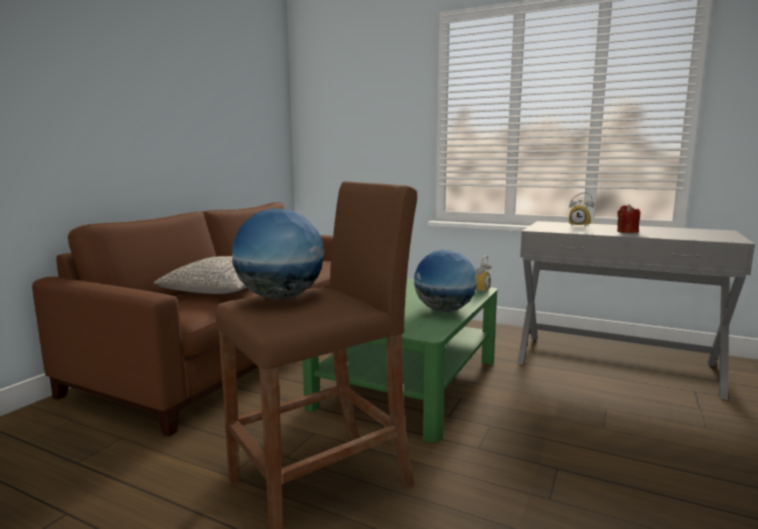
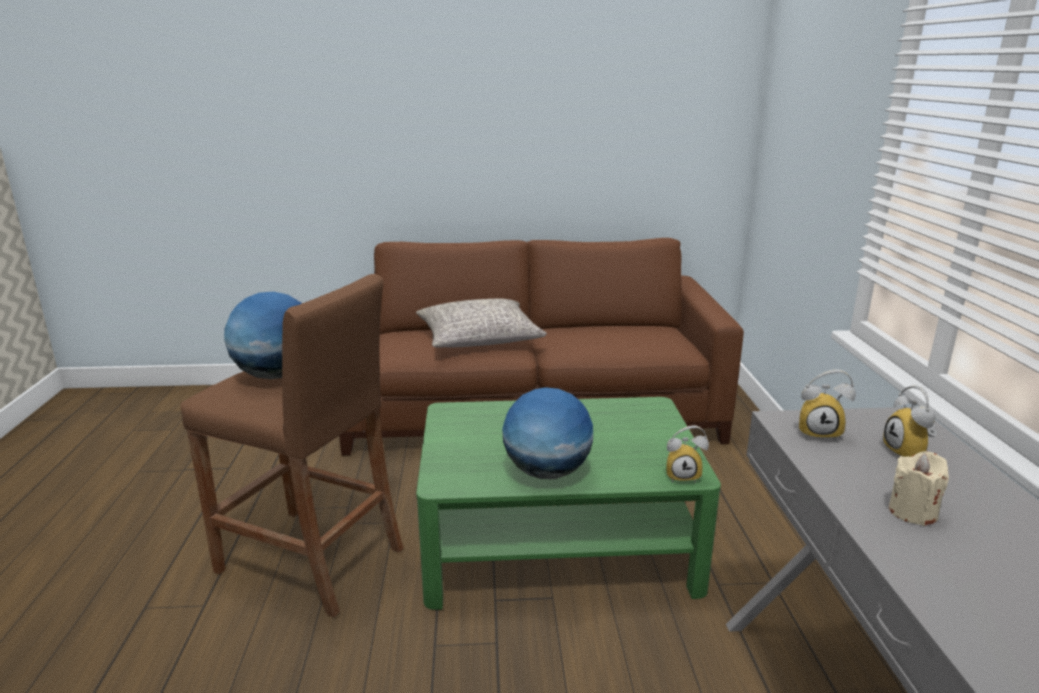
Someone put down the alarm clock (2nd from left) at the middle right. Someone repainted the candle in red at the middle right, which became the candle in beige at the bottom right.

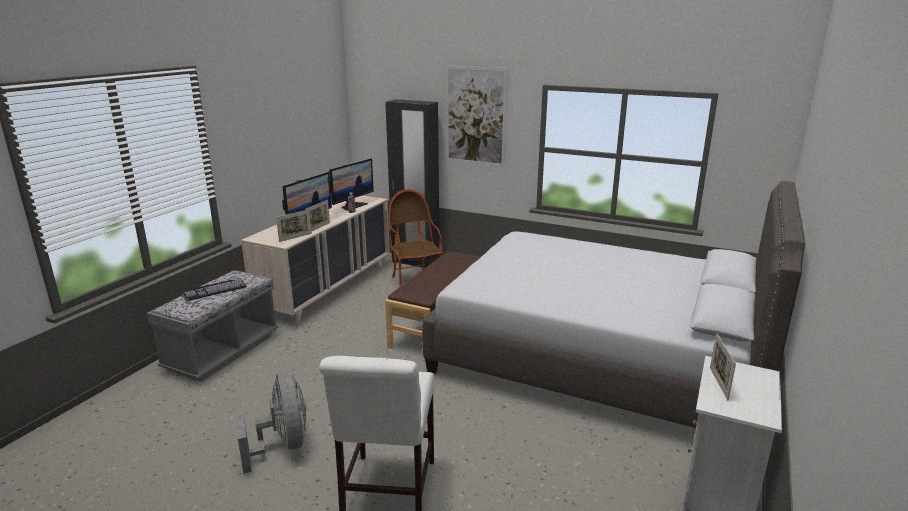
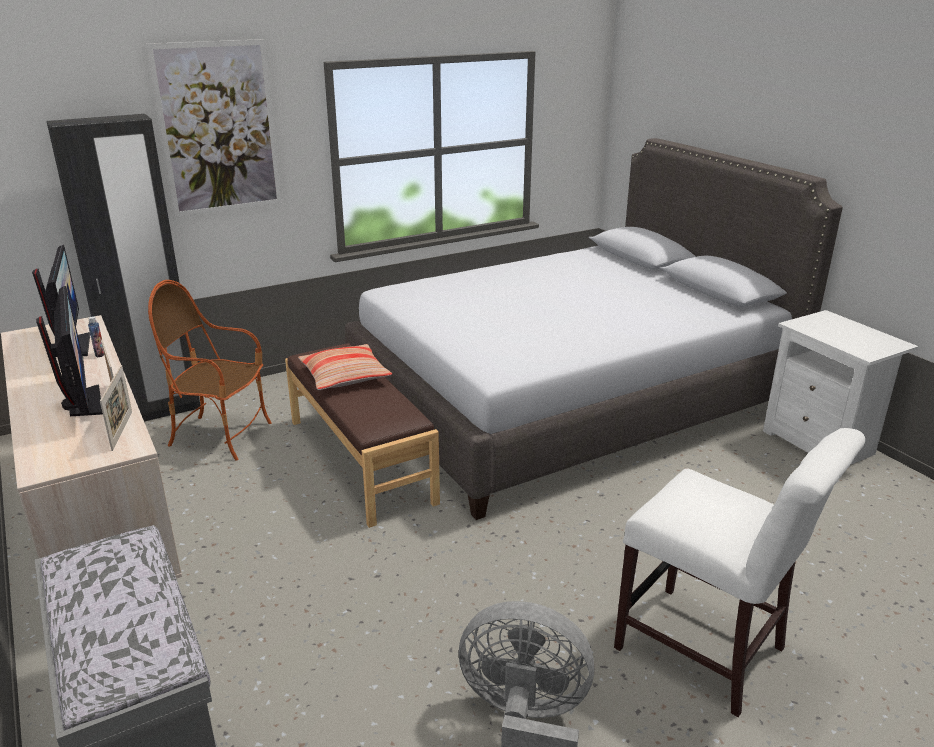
Someone took away the keyboard at the middle left. Someone took away the picture frame (3rd from left) at the bottom right. Someone put down the pillow at the centre.

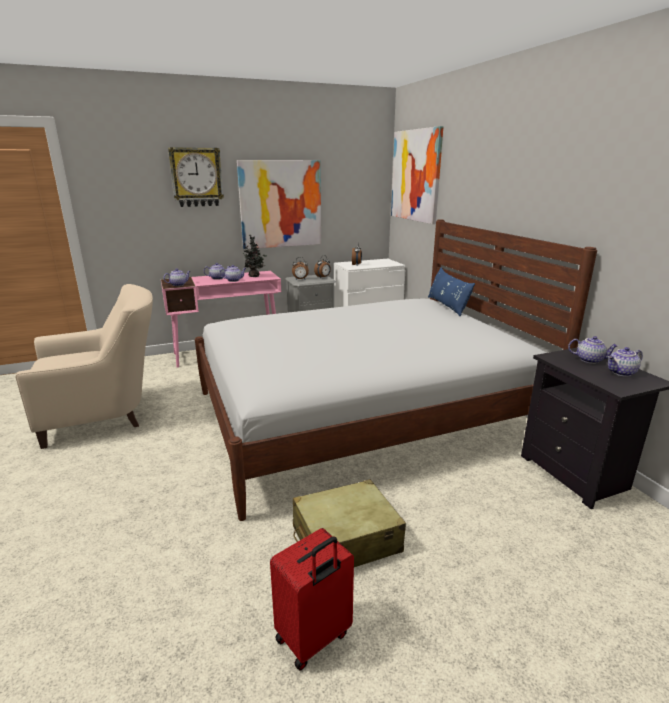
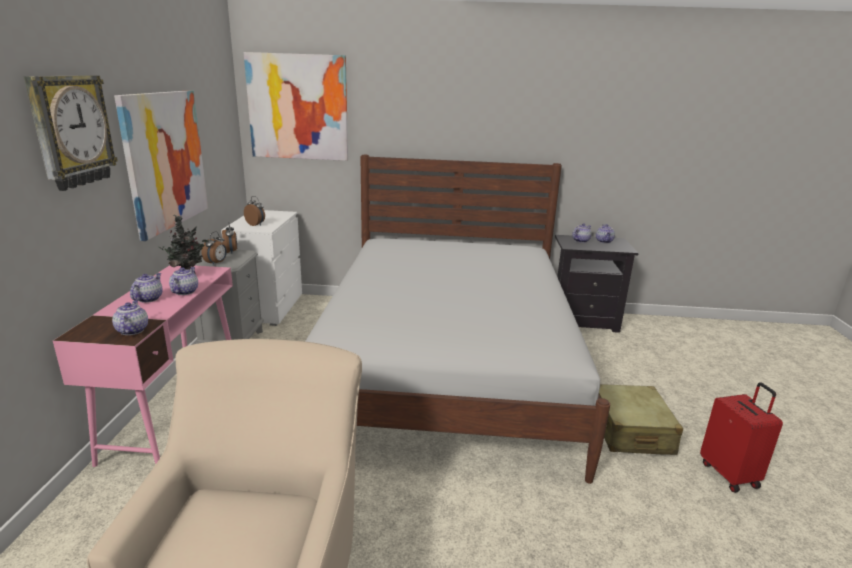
Someone took away the pillow in blue at the middle right.

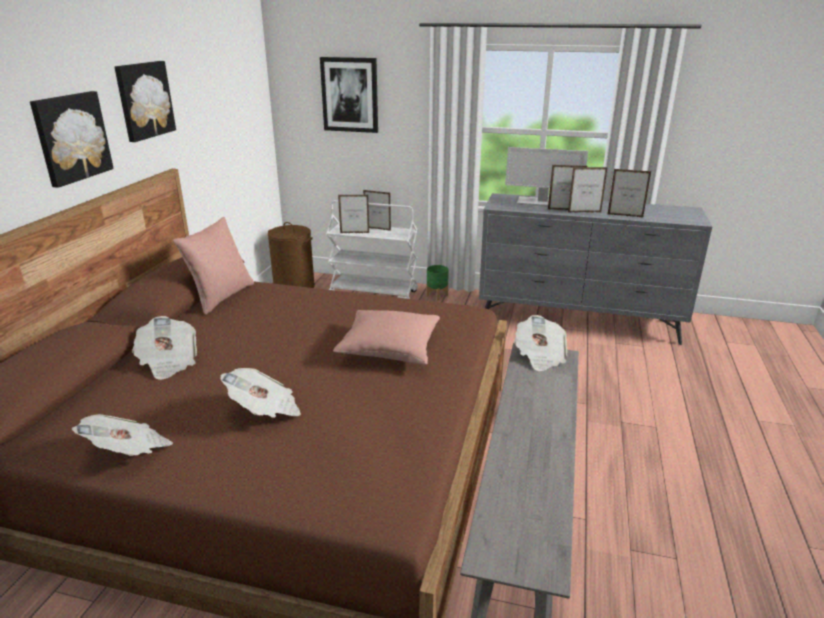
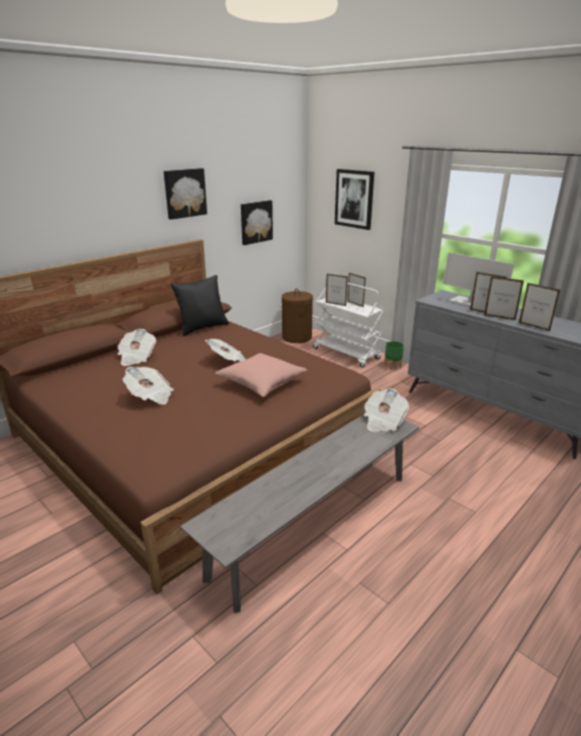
Someone carried the picture (1st from left in the first image) from the top left to the top centre. Someone carried the newspaper (1st from left in the first image) from the bottom left to the centre. Someone repainted the pillow in pink (1st from left) at the middle left, which became the pillow in black at the centre.

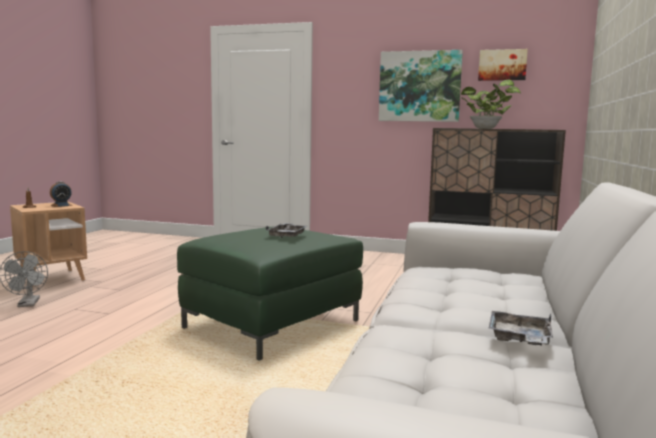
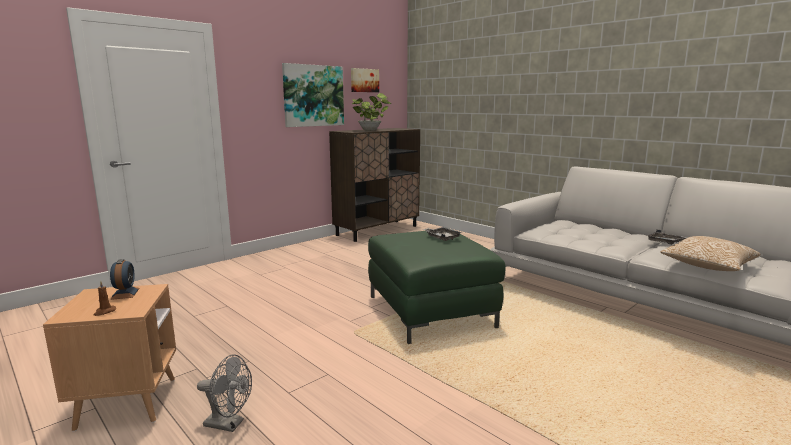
Someone put down the pillow at the middle right.

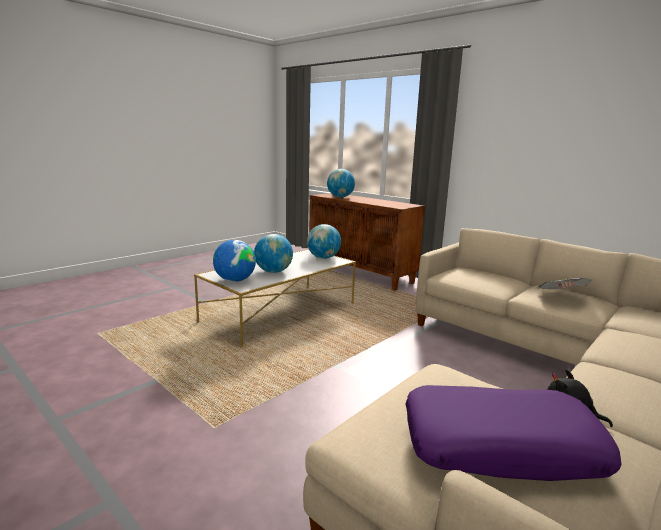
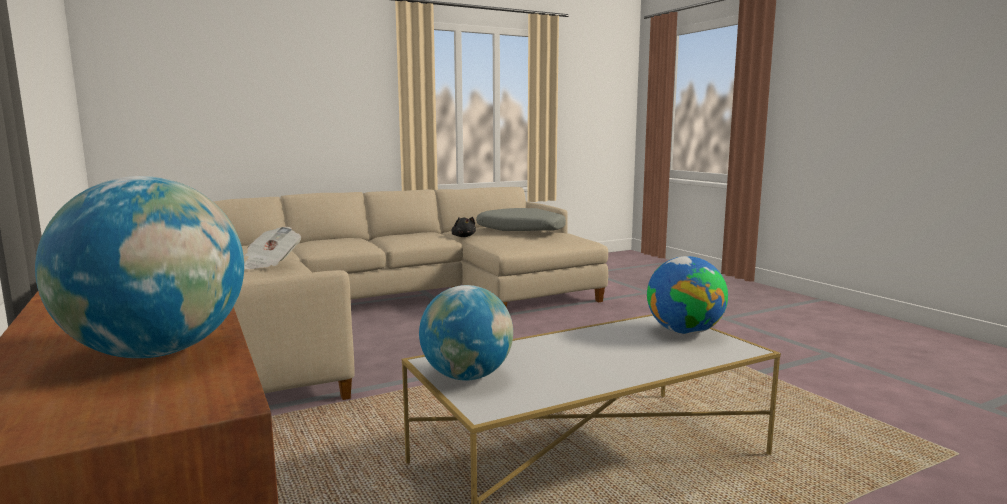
Someone took away the globe (2nd from left) at the centre. Someone repainted the pillow in purple at the bottom right, which became the pillow in grey at the centre.

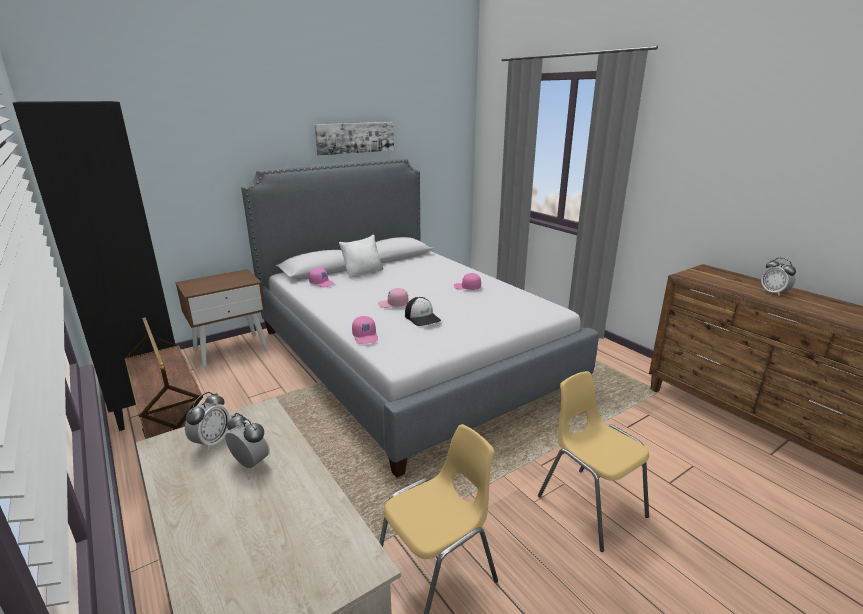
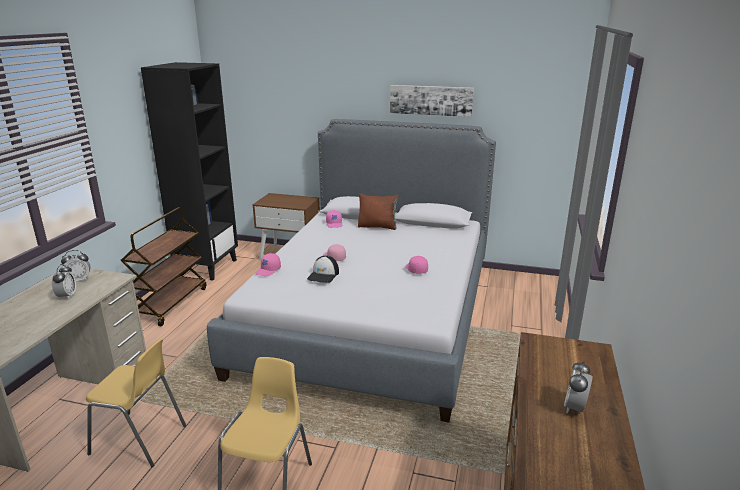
Someone repainted the pillow in white at the centre, which became the pillow in brown at the centre.

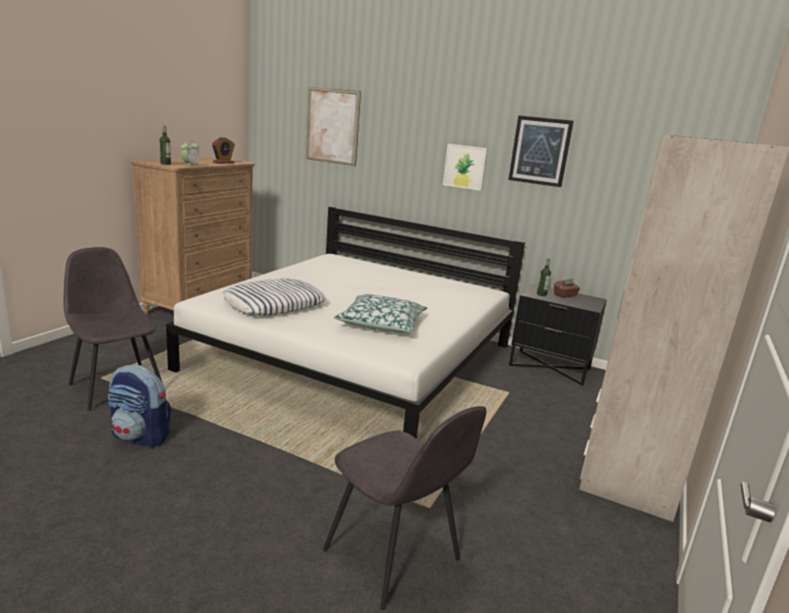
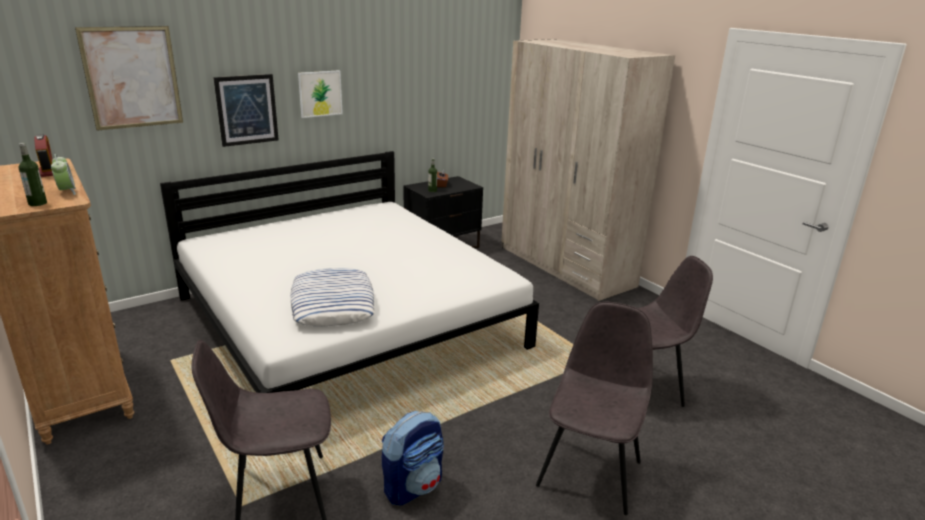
Someone took away the pillow (2nd from left) at the centre. Someone put down the chair in grey (2nd from left) at the bottom centre. Someone carried the picture (3rd from left in the first image) from the top right to the top left.

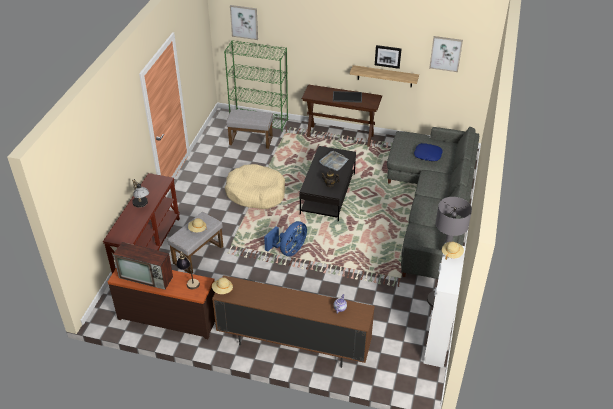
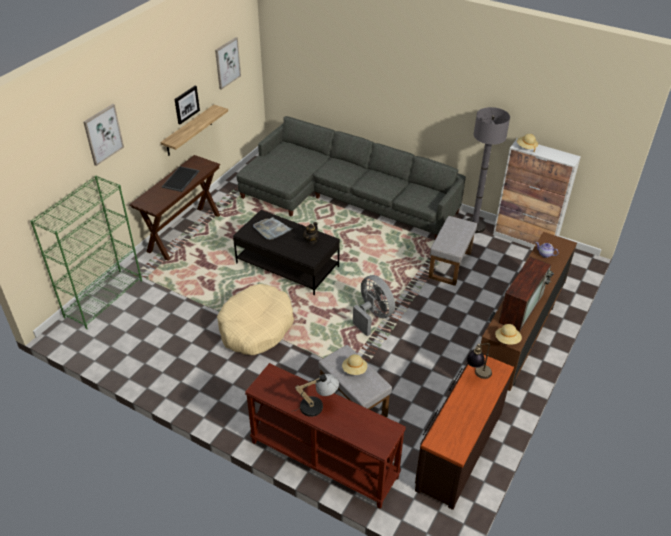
Someone took away the pillow in blue at the middle right. Someone carried the television from the middle left to the middle right. Someone carried the ottoman in grey (2nd from left) from the top centre to the middle right. Someone carried the picture (1st from left) from the top centre to the top left. Someone repainted the fan in blue at the centre, which became the fan in grey at the centre.

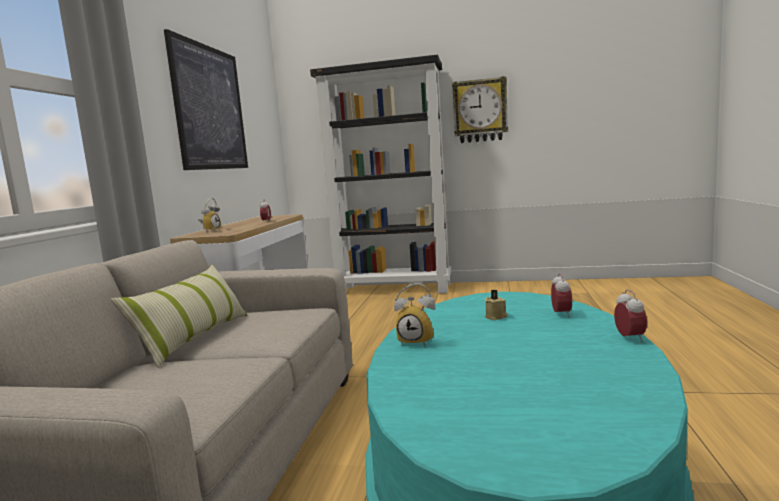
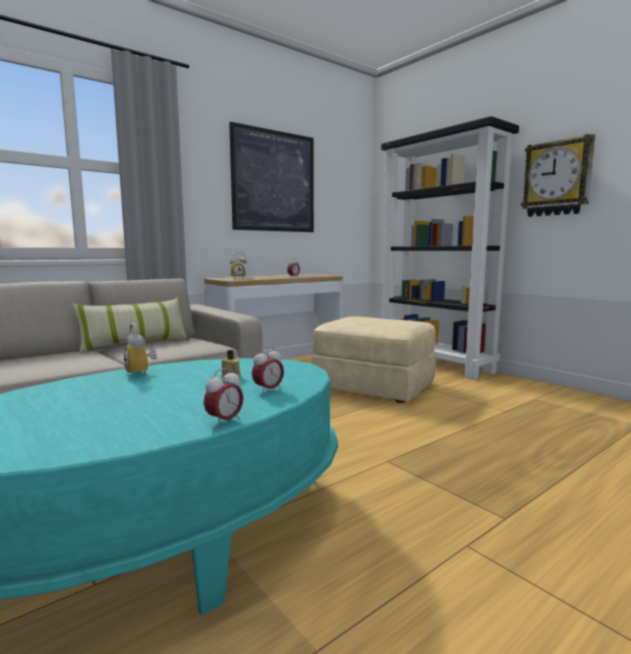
Someone put down the ottoman in beige at the centre.

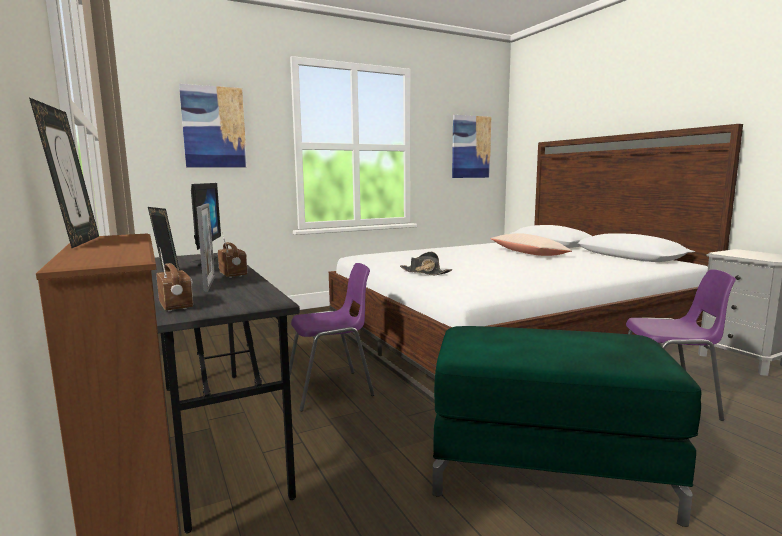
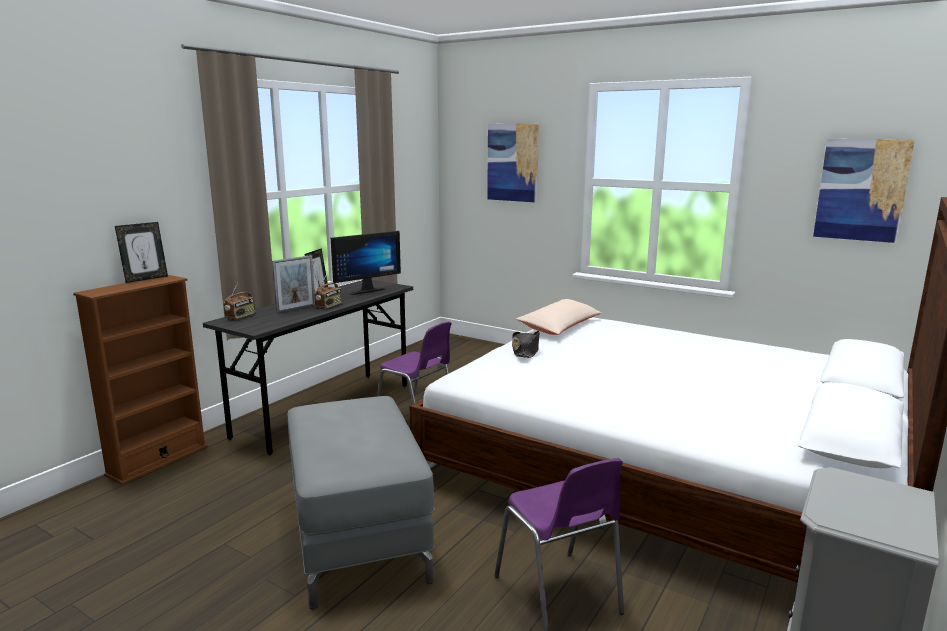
Someone carried the pillow in beige from the middle right to the centre. Someone repainted the ottoman in green at the bottom right, which became the ottoman in grey at the bottom centre.

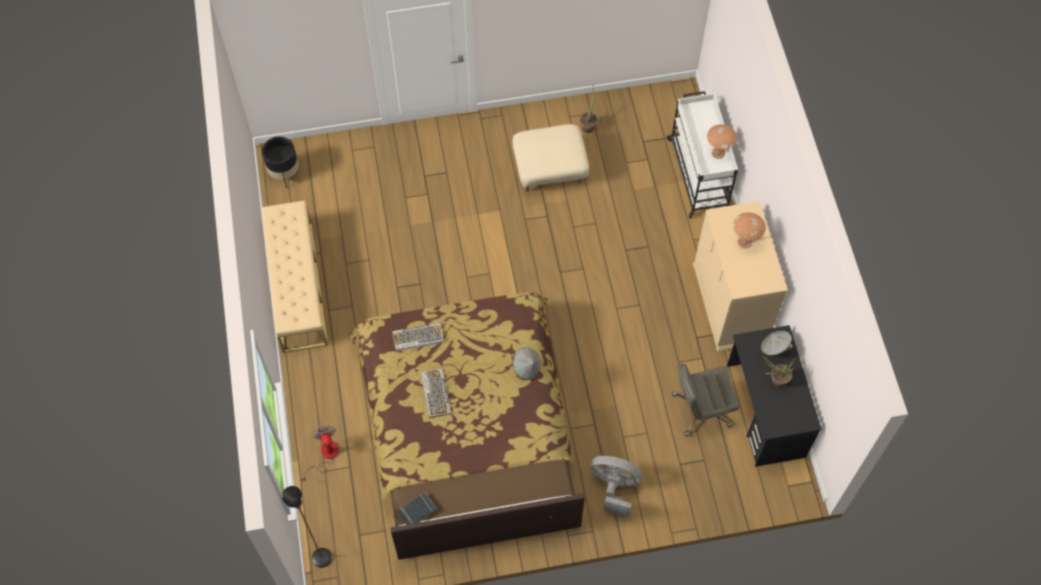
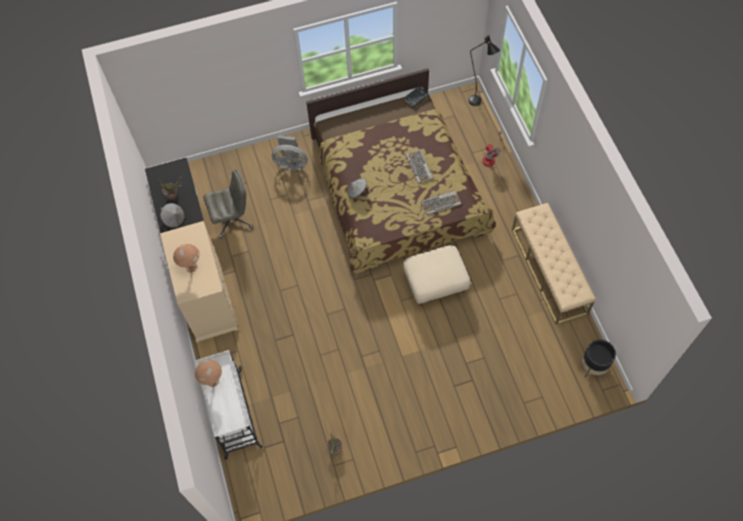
Someone carried the ottoman in beige from the top centre to the centre.

